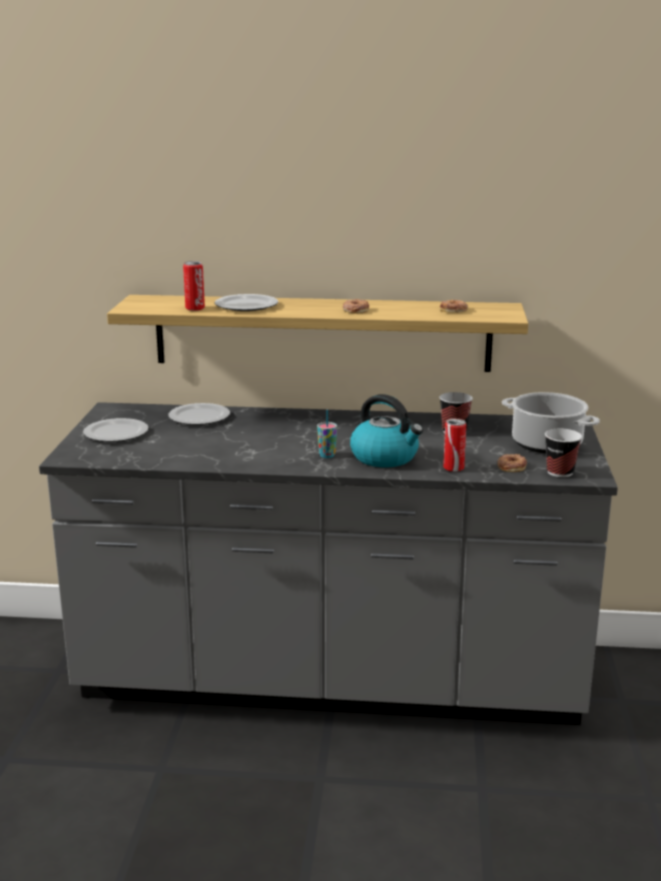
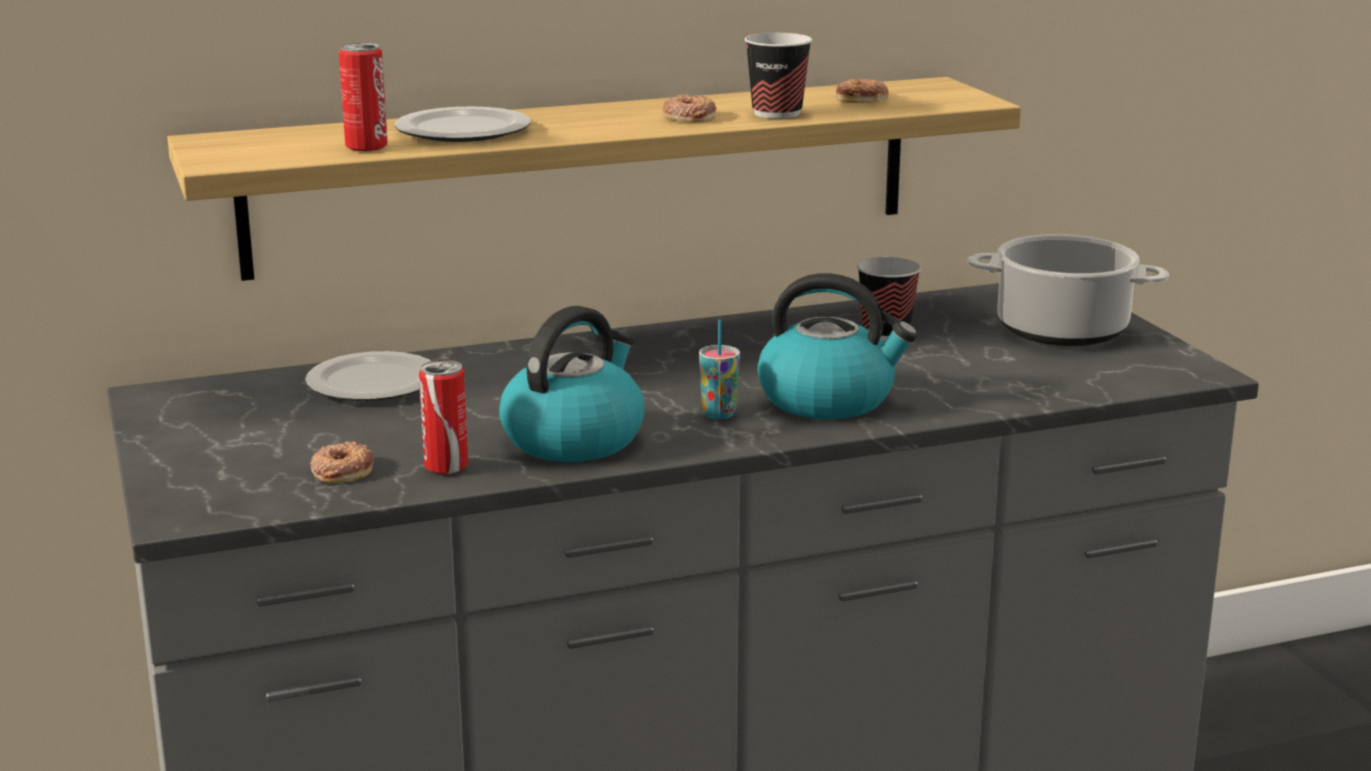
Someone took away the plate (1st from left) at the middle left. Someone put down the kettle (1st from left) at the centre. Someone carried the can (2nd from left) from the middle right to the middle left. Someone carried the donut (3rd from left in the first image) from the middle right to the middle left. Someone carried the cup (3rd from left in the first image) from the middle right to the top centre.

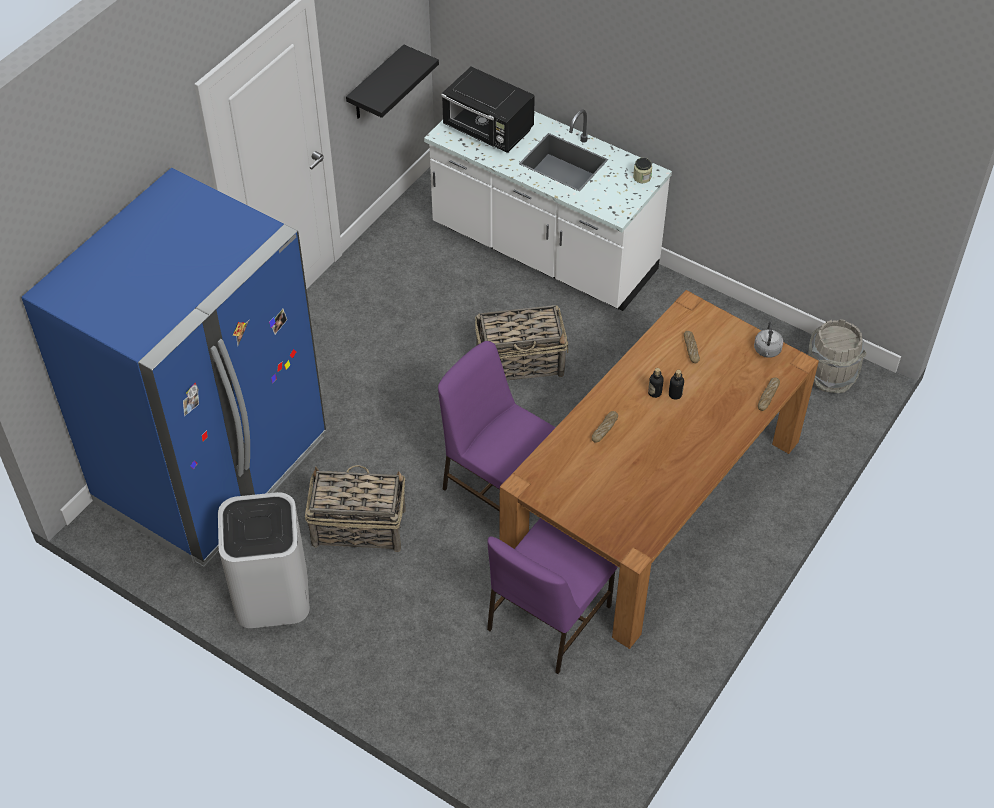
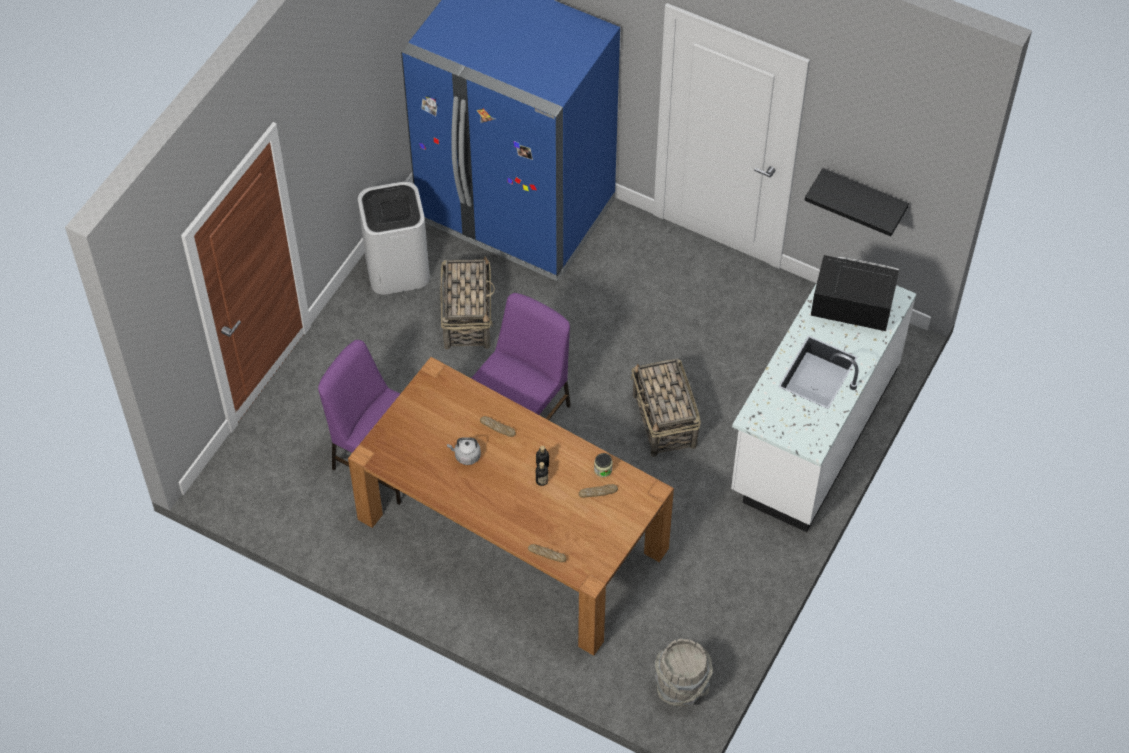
Someone carried the jar from the top centre to the centre. Someone carried the kettle in grey from the middle right to the centre. Someone rotated the microwave in black at the top centre by 75 degrees clockwise.

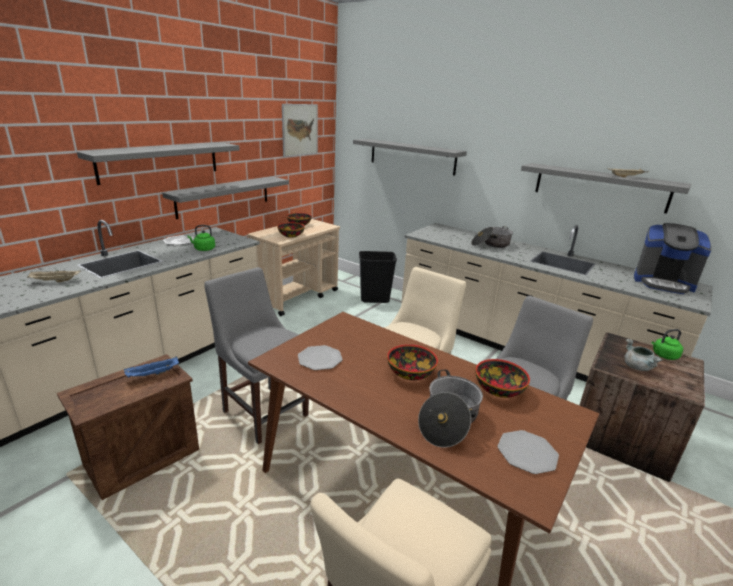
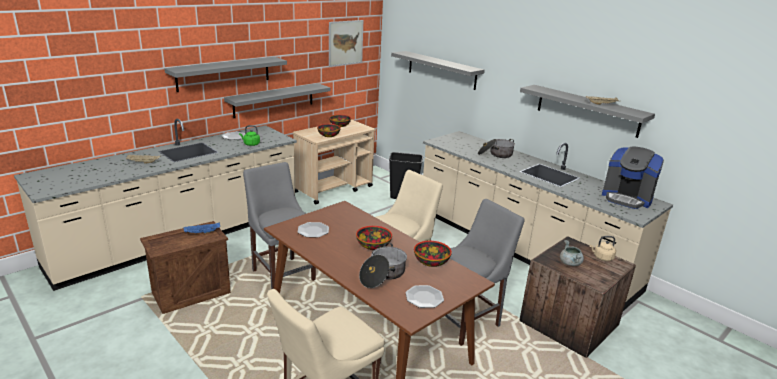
Someone repainted the kettle in green (2nd from left) at the middle right, which became the kettle in beige at the middle right.

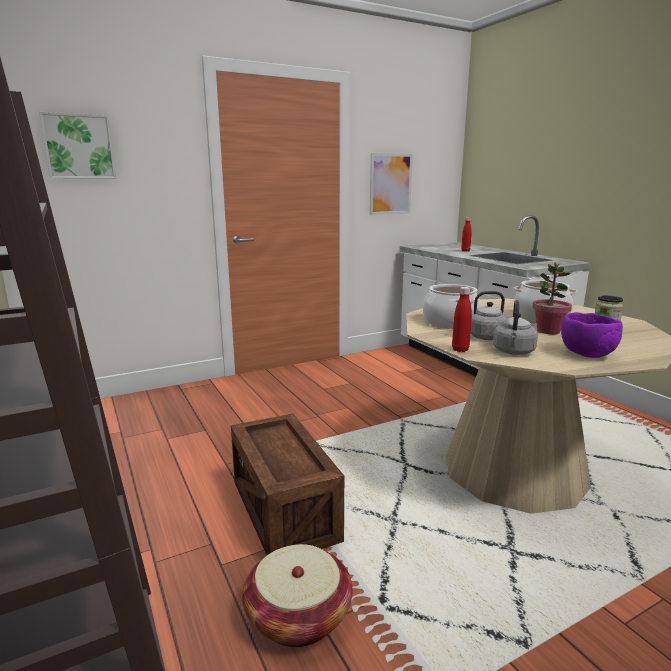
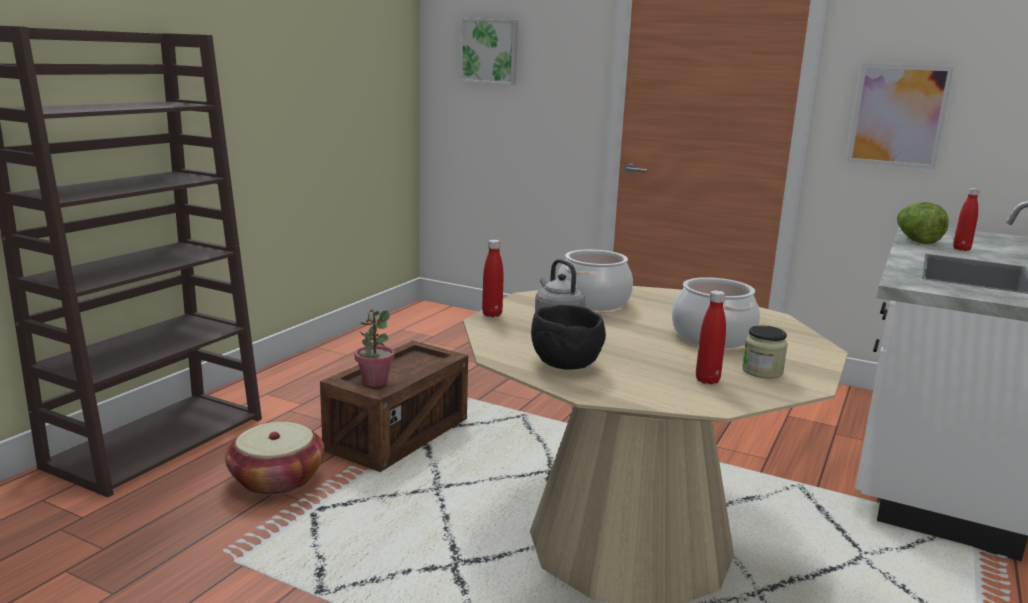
Someone took away the kettle in grey (2nd from left) at the middle right. Someone put down the bottle in red (2nd from left) at the middle right. Someone put down the lettuce at the middle right. Someone carried the potted plant from the middle right to the centre. Someone repainted the bowl in purple at the middle right, which became the bowl in black at the centre.

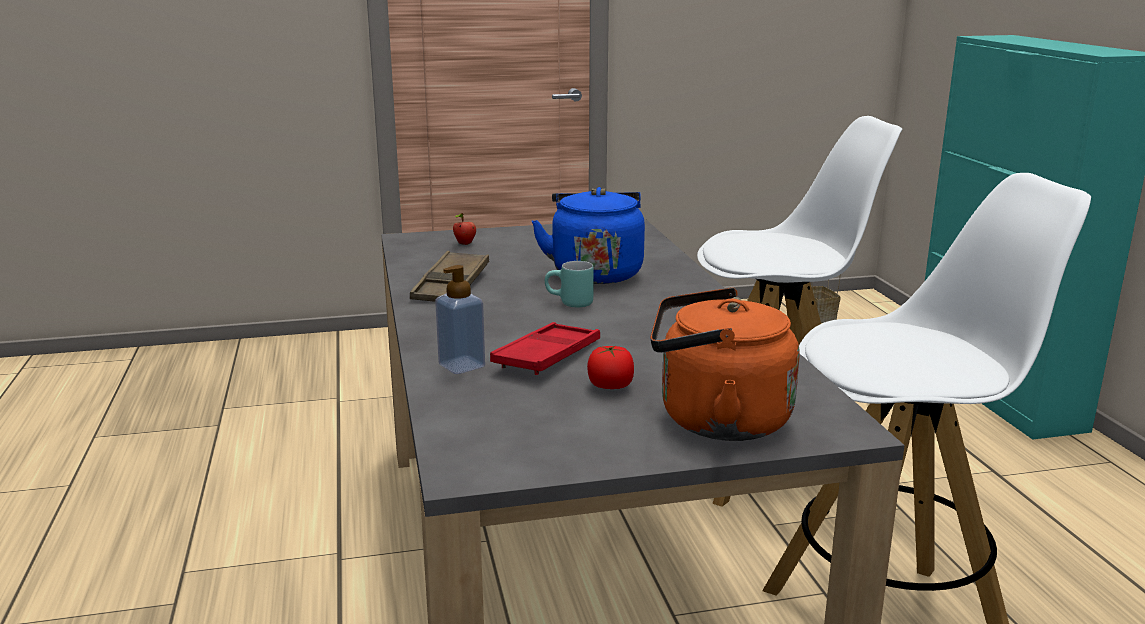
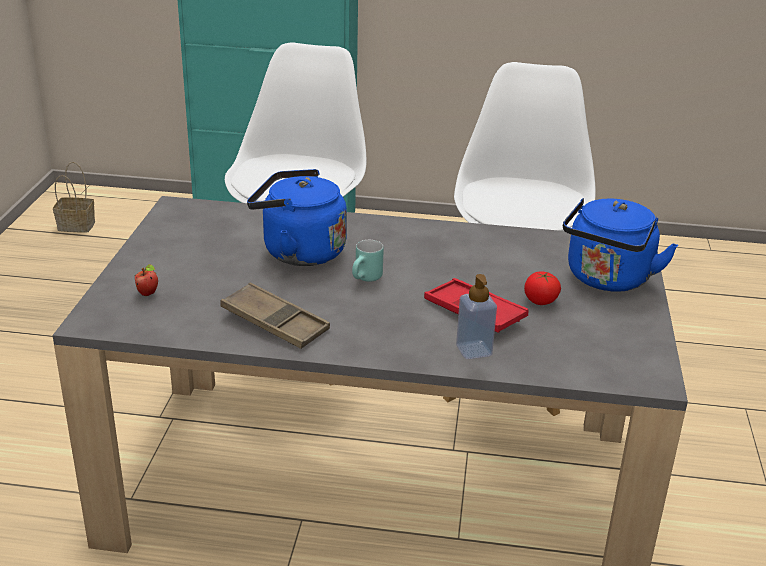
Someone repainted the kettle in orange at the centre, which became the kettle in blue (2nd from left) at the middle right.

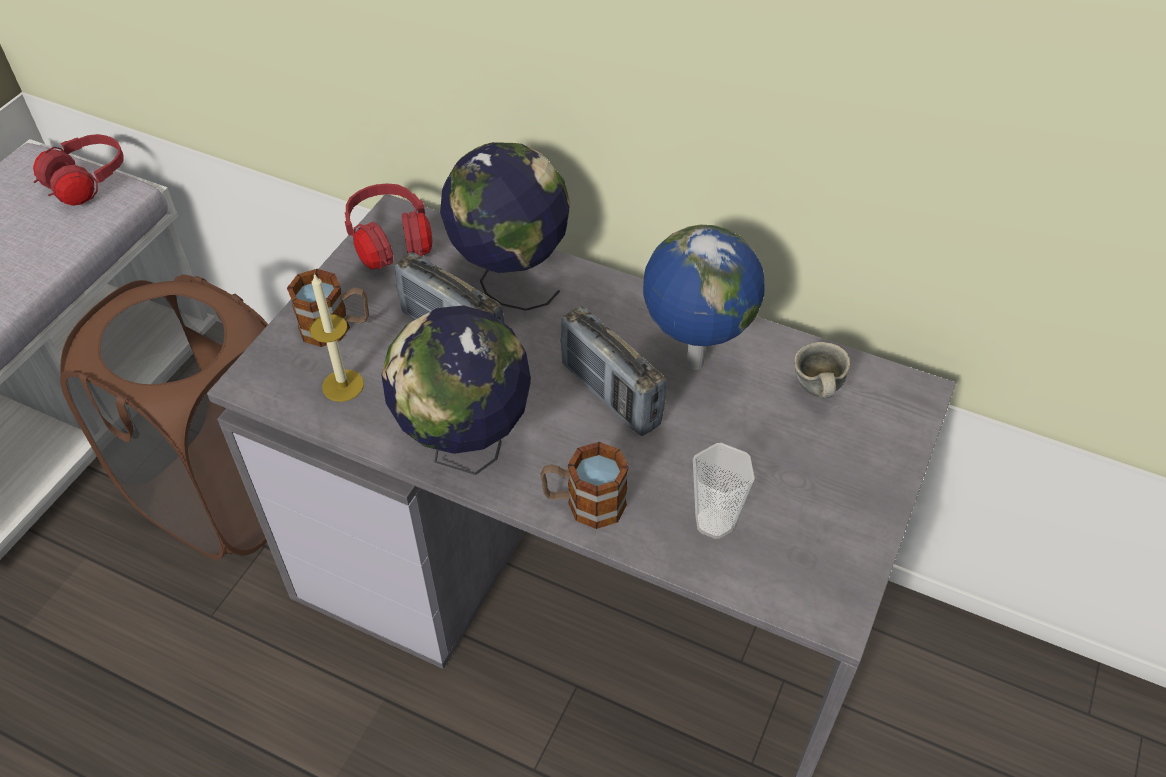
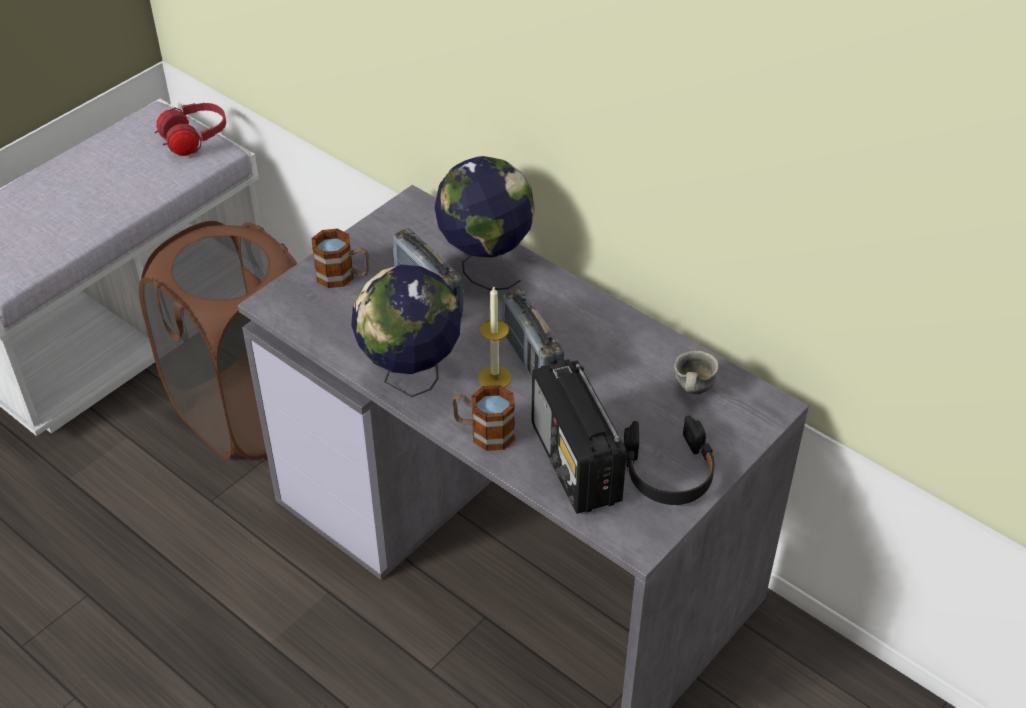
Someone took away the headphones in red (2nd from left) at the top left. Someone took away the globe (3rd from left) at the centre. Someone put down the headphones in black at the centre. Someone carried the candle from the middle left to the centre. Someone swapped the cup at the centre for the radio (3rd from left) at the centre.

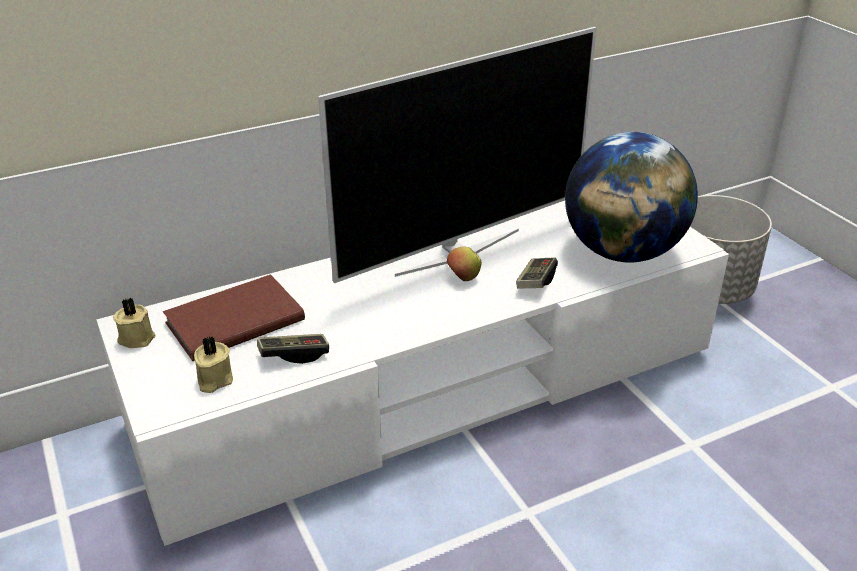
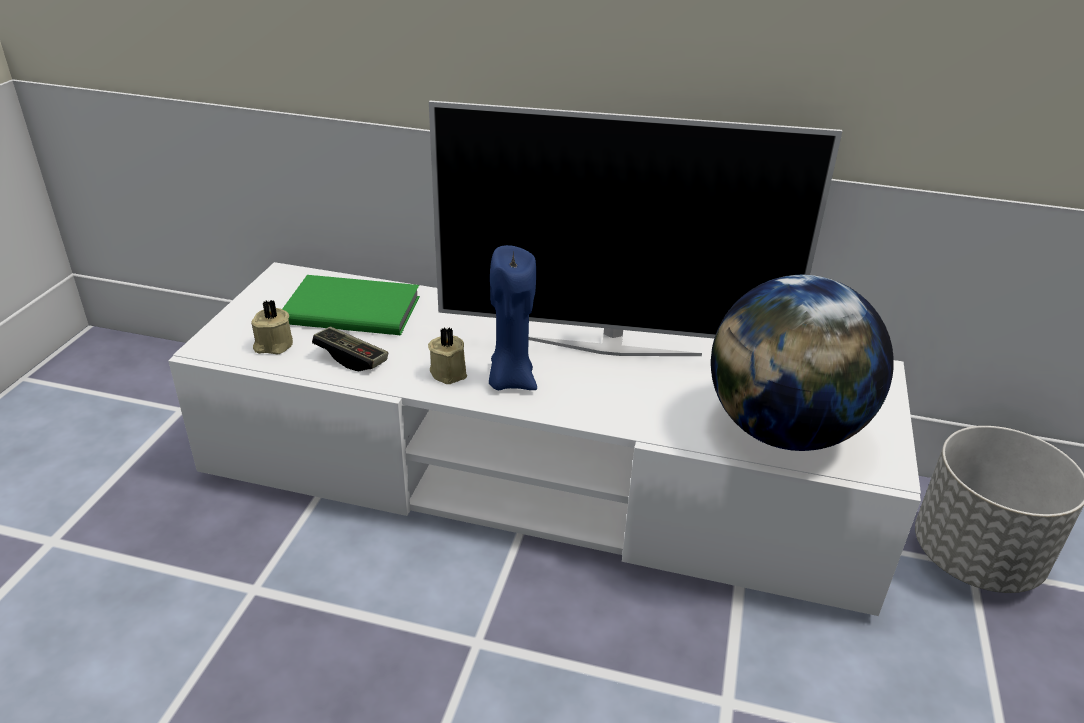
Someone took away the apple at the centre. Someone took away the game controller (2nd from left) at the centre. Someone put down the candle in blue at the centre. Someone carried the candle in beige (1st from left in the first image) from the middle left to the centre. Someone repainted the book in brown at the middle left, which became the book in green at the middle left.

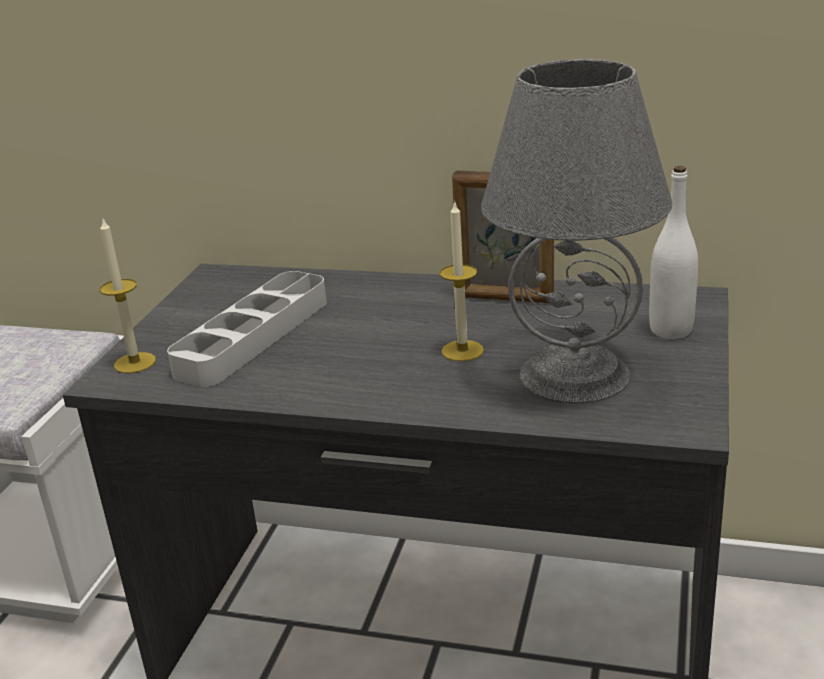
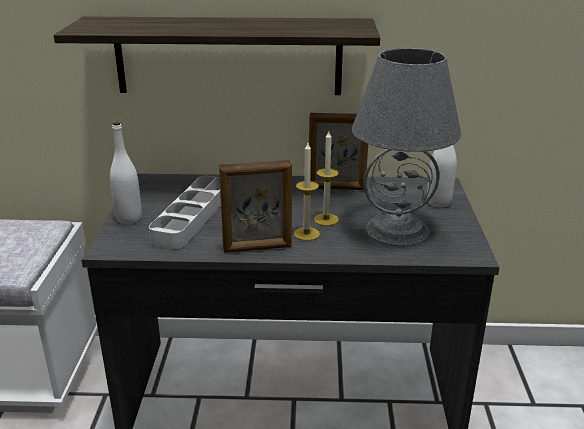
Someone put up the shelf at the top centre. Someone put down the bottle in white (1st from left) at the middle left. Someone put down the picture frame (1st from left) at the centre. Someone carried the candle (1st from left) from the middle left to the centre.

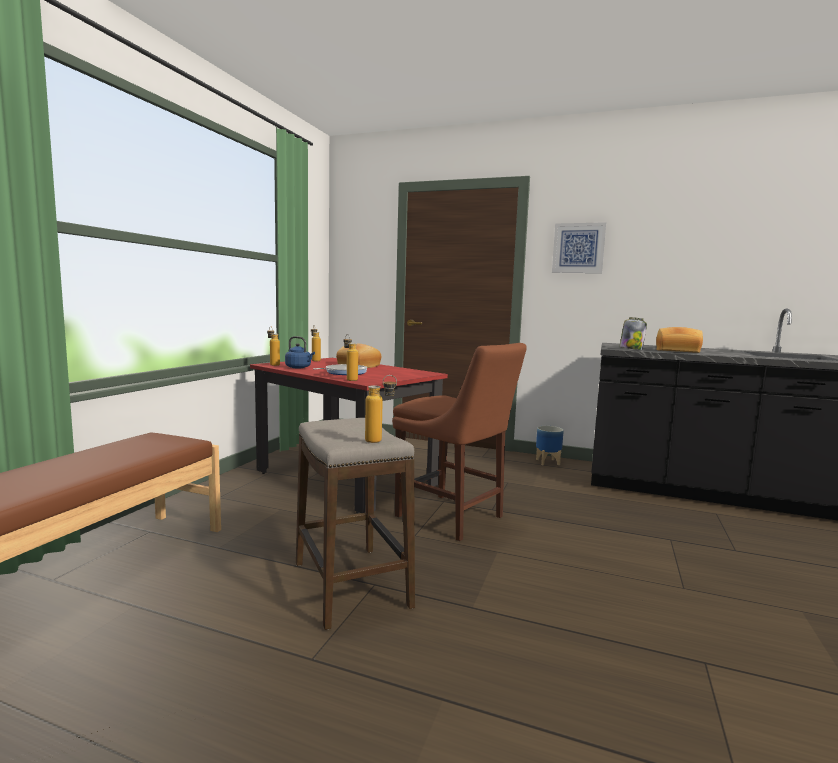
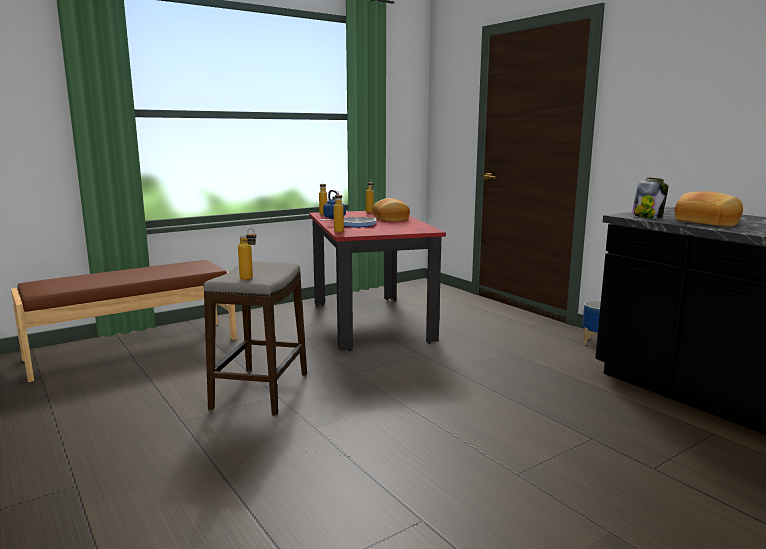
Someone took away the chair in brown at the centre. Someone took away the picture at the top right.

